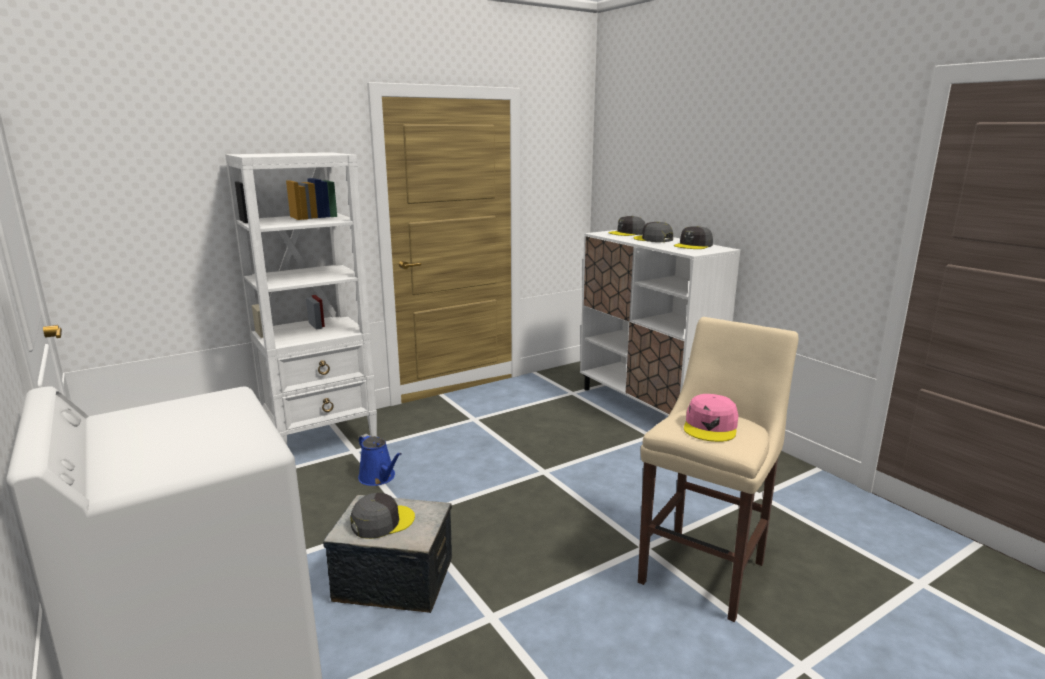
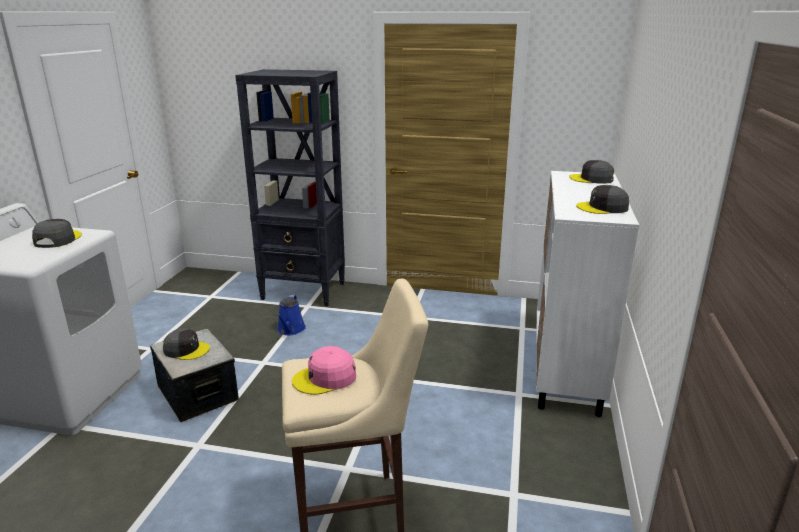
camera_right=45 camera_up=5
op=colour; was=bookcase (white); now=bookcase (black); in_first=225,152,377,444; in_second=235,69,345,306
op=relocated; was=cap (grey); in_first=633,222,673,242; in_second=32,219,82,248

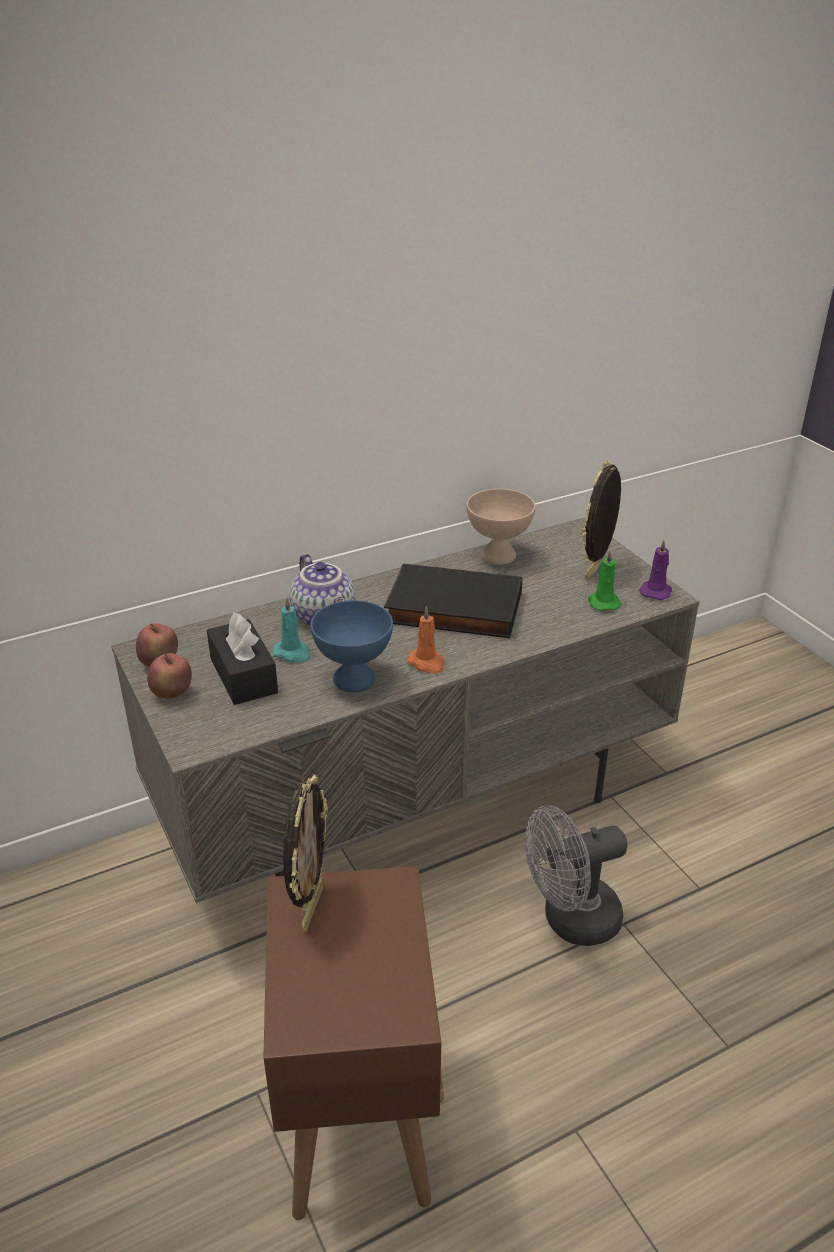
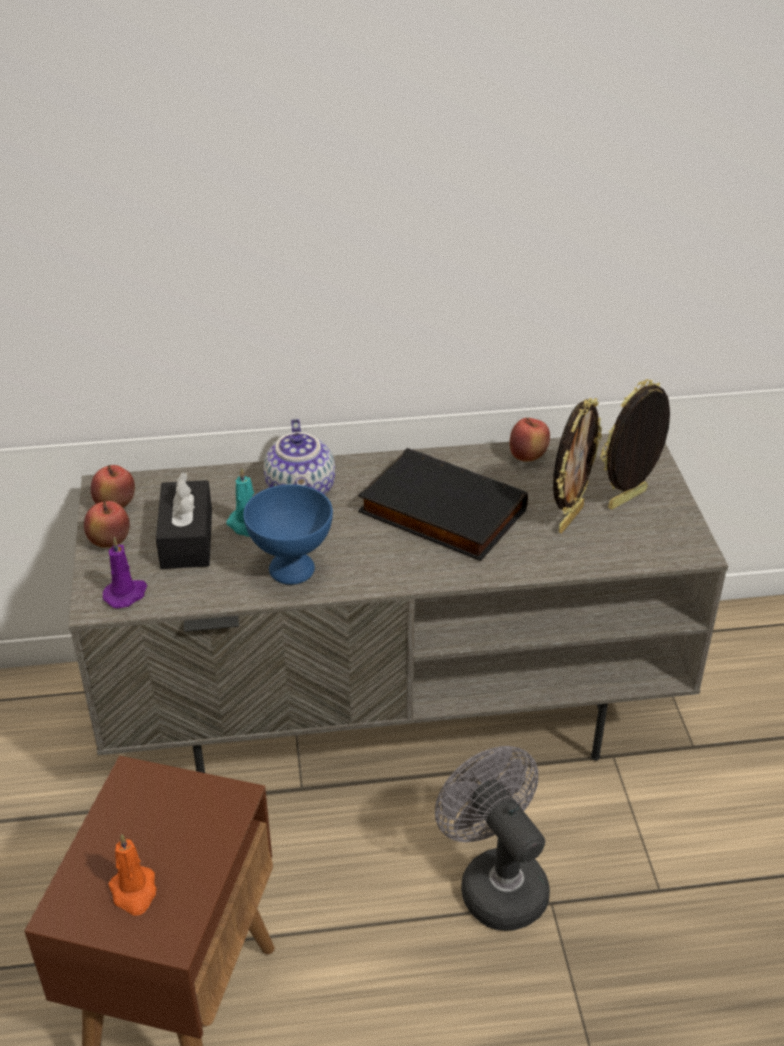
camera_right=20 camera_up=5
op=exchanged; was=bowl (beige); now=apple; in_first=467,489,536,565; in_second=510,418,550,462
op=relocated; was=candle (purple); in_first=639,539,672,600; in_second=103,537,147,609
op=missing; was=candle (green); in_first=588,550,622,611
op=relocated; was=candle (orange); in_first=407,606,444,674; in_second=108,834,156,916
op=relocated; was=picture frame; in_first=283,774,328,933; in_second=553,398,602,533
op=spun; was=fan (grey); in_first=525,805,627,946; in_second=435,746,550,931; clockwise=60

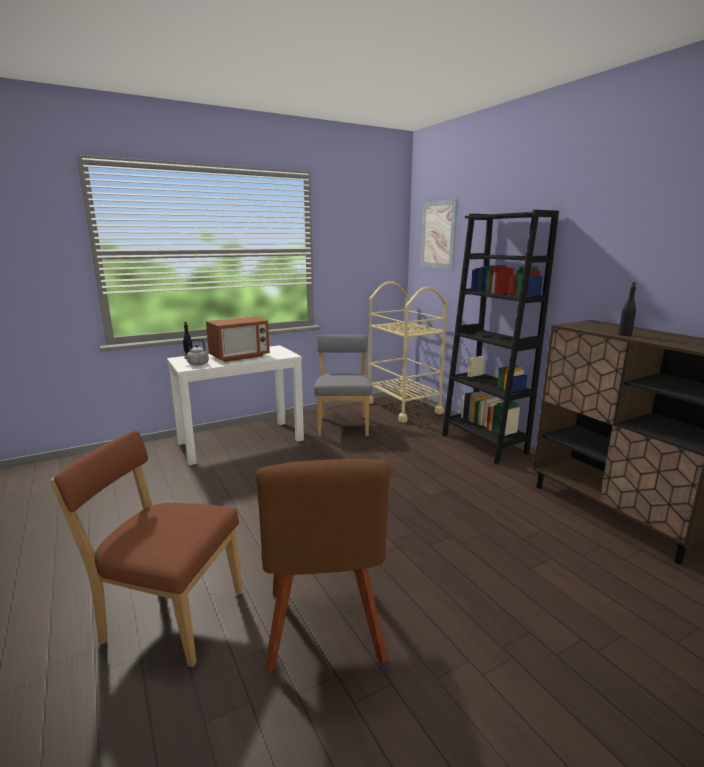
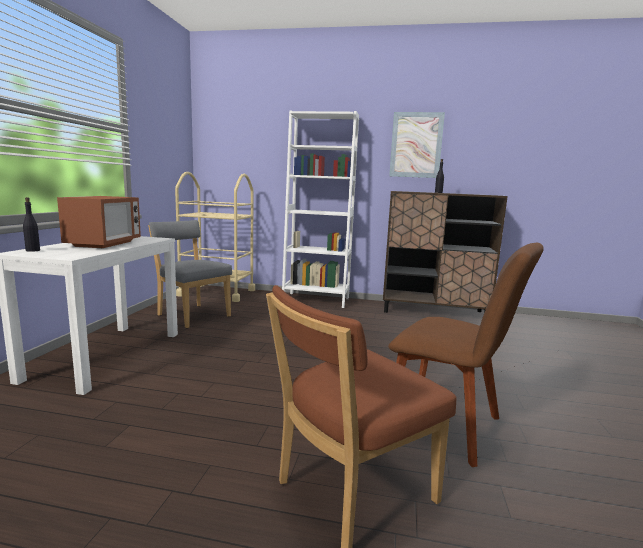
camera_right=-50 camera_up=-5
op=relocated; was=picture; in_first=420,199,458,269; in_second=389,112,445,178
op=colour; was=bookcase (black); now=bookcase (white); in_first=442,210,559,464; in_second=282,111,359,308
op=missing; was=kettle (grey); in_first=181,339,209,365

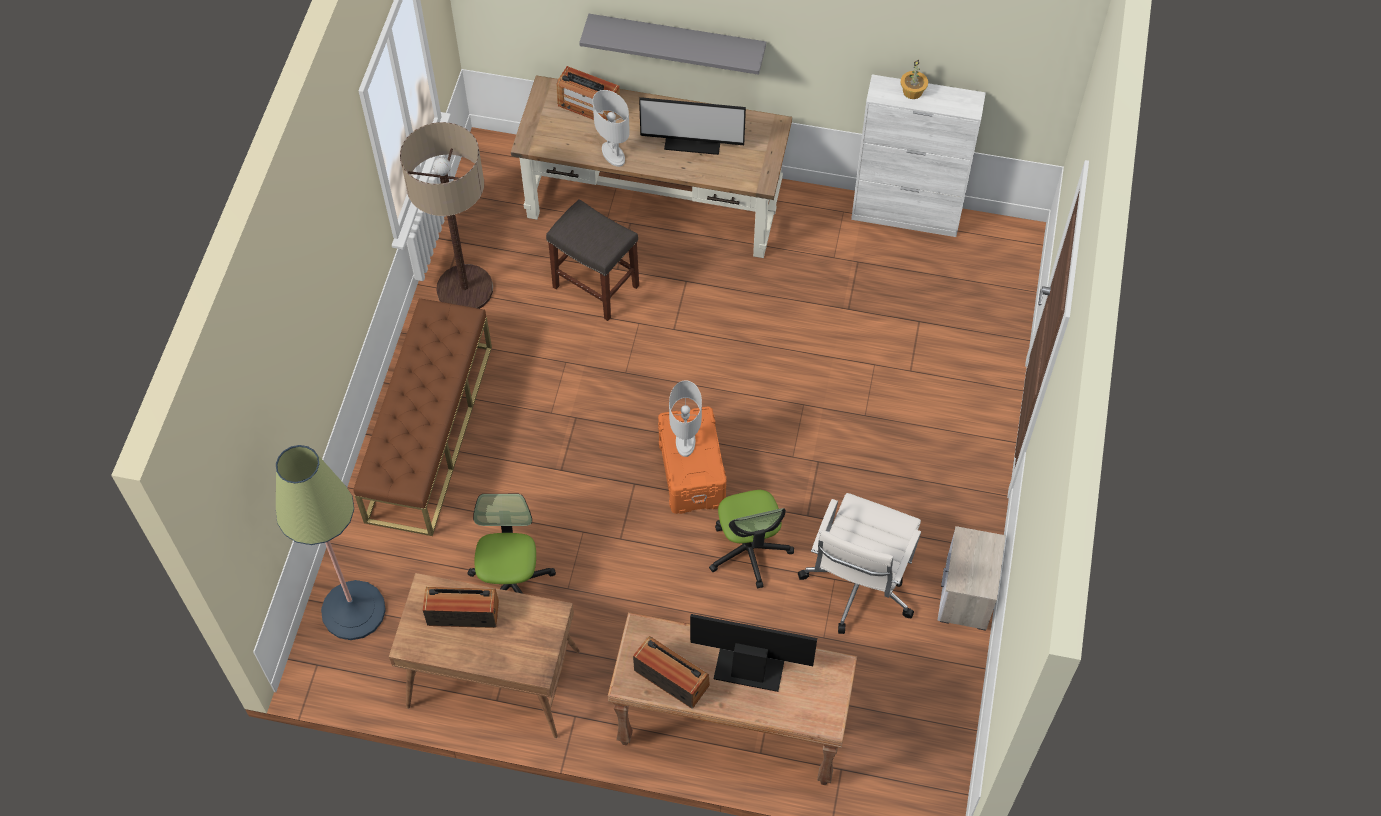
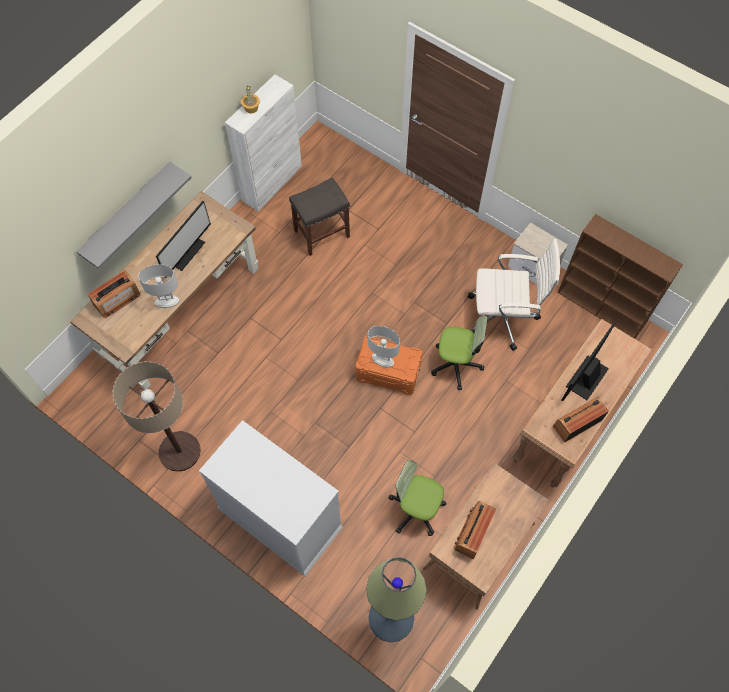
camera_right=-65 camera_up=5
op=relocated; was=stool (grey); in_first=546,199,639,321; in_second=289,177,350,256
op=exchanged; was=bench (brown); now=dresser (white); in_first=353,298,492,536; in_second=199,420,343,577
op=spun; was=office chair (white); in_first=798,493,921,634; in_second=468,239,560,351; clockwise=-45
op=appeared; now=bookcase (brown); in_second=558,214,683,339

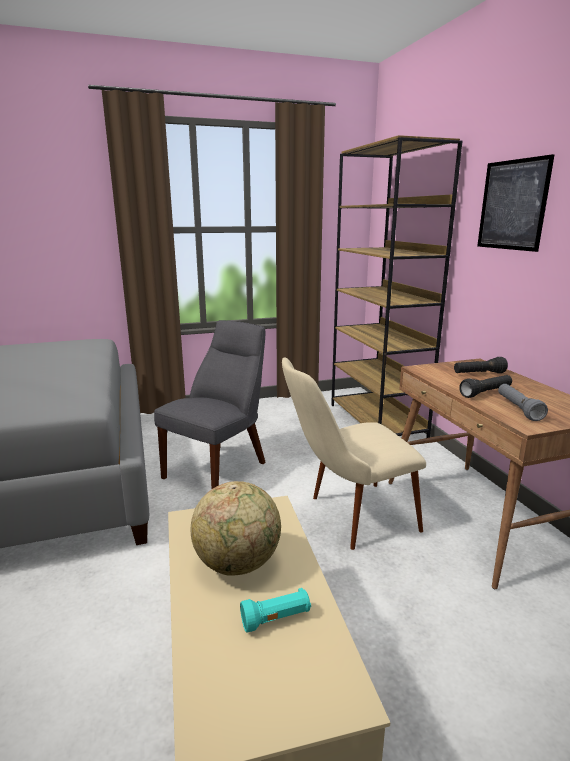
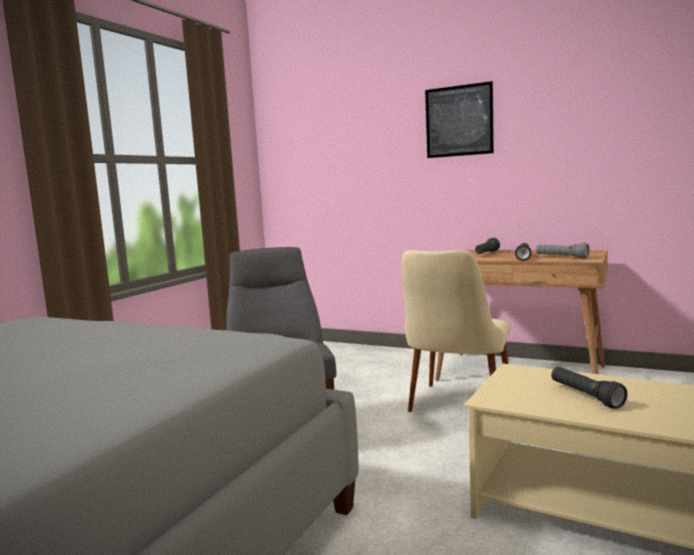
camera_right=-45 camera_up=-10
op=missing; was=bookcase (brown); in_first=331,135,462,438
op=exchanged; was=globe; now=flashlight (black); in_first=191,481,281,576; in_second=551,367,628,409
op=missing; was=flashlight (turquoise); in_first=240,588,311,633

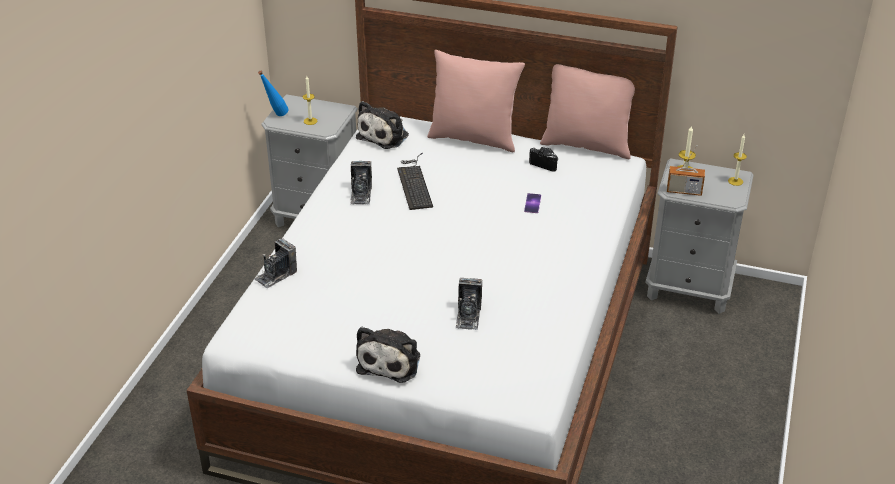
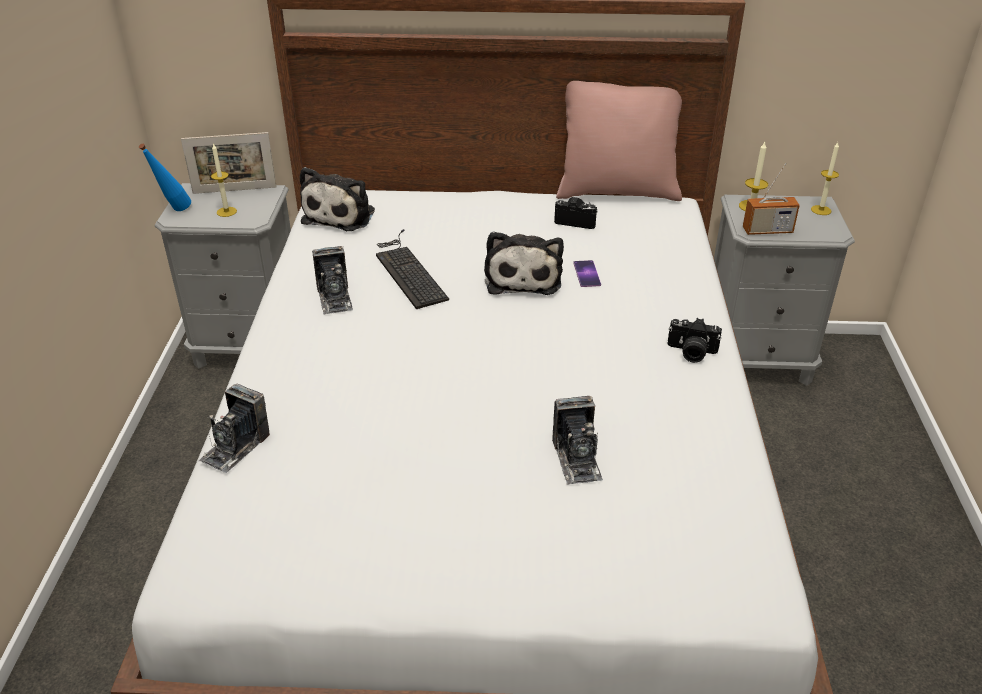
camera_right=-15 camera_up=0
op=missing; was=pillow (pink); in_first=427,50,525,152
op=relocated; was=plush toy; in_first=356,327,420,383; in_second=484,231,564,295
op=appeared; now=picture frame; in_second=181,132,277,194
op=appeared; now=photo camera; in_second=667,318,722,363

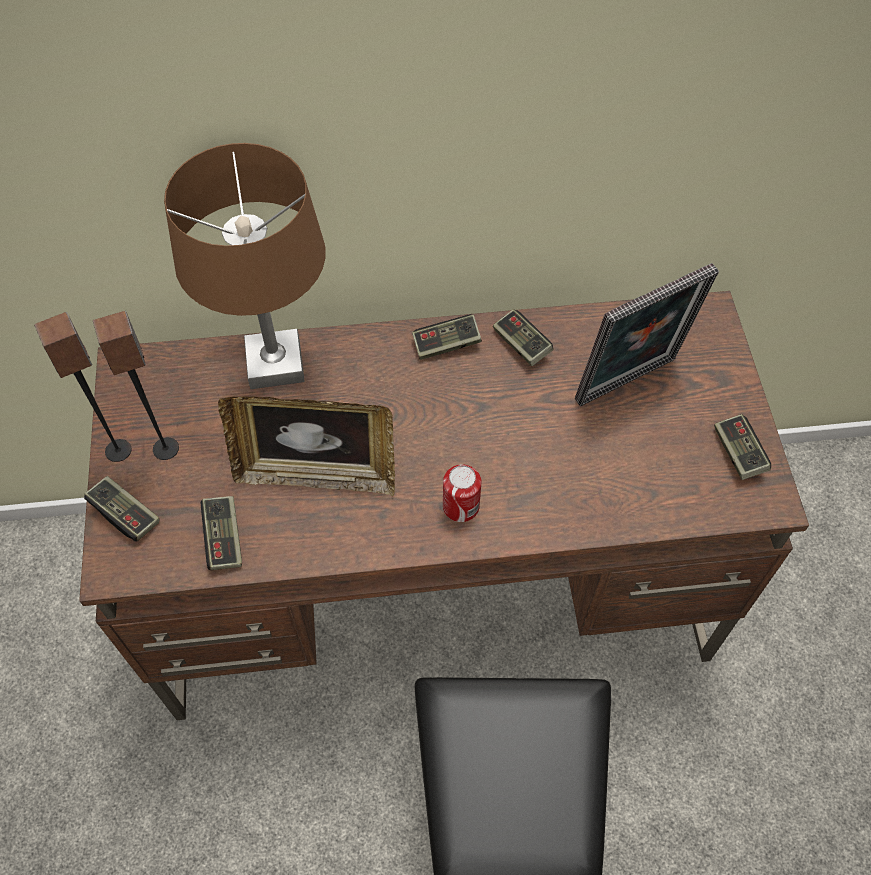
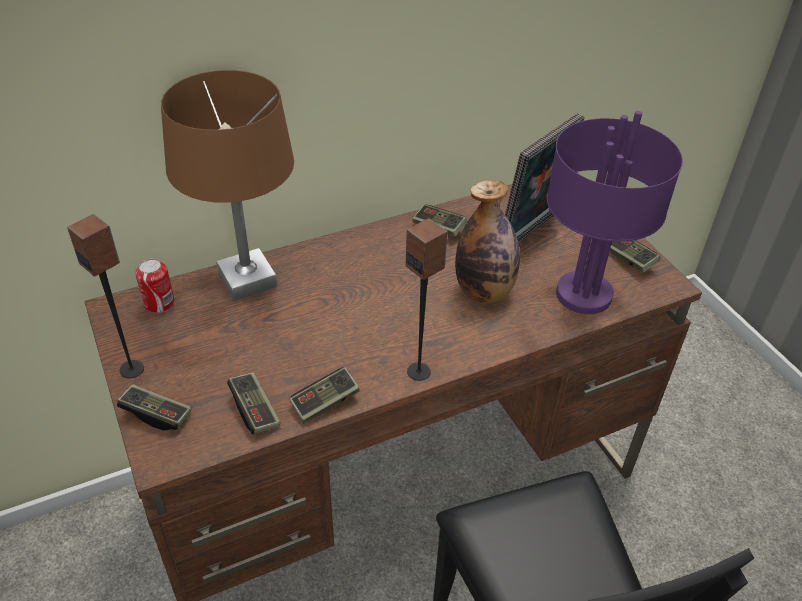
camera_right=-20 camera_up=-15
op=relocated; was=speaker; in_first=93,311,179,460; in_second=406,218,448,381
op=relocated; was=game controller; in_first=412,314,482,360; in_second=290,367,360,423
op=missing; was=picture frame; in_first=218,396,395,496
op=relocated; was=can; in_first=443,464,481,522; in_second=135,259,174,313
op=appeared; now=table lamp (purple); in_second=547,111,683,314
op=appeared; now=bottle; in_second=455,180,520,303

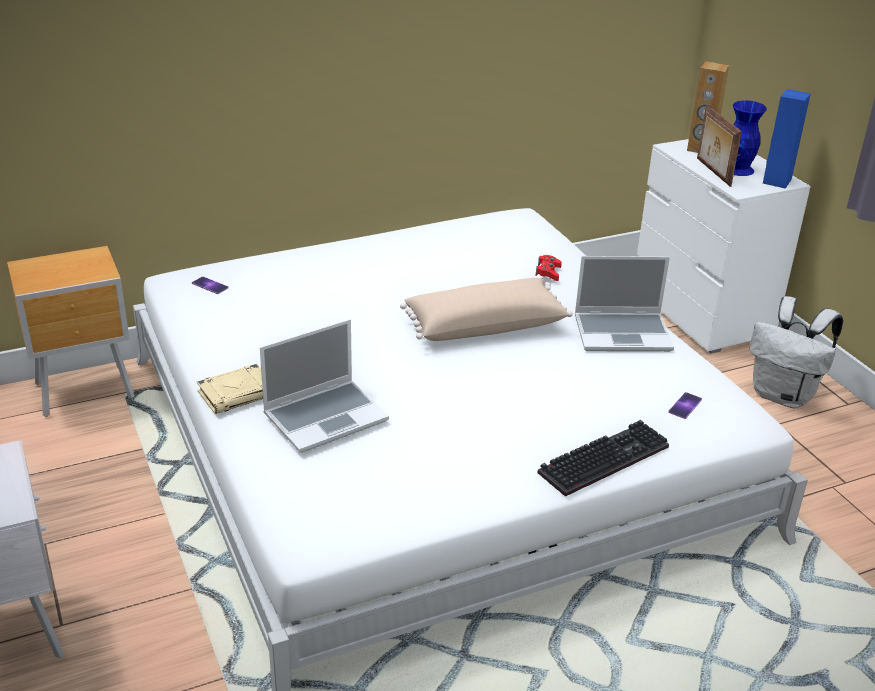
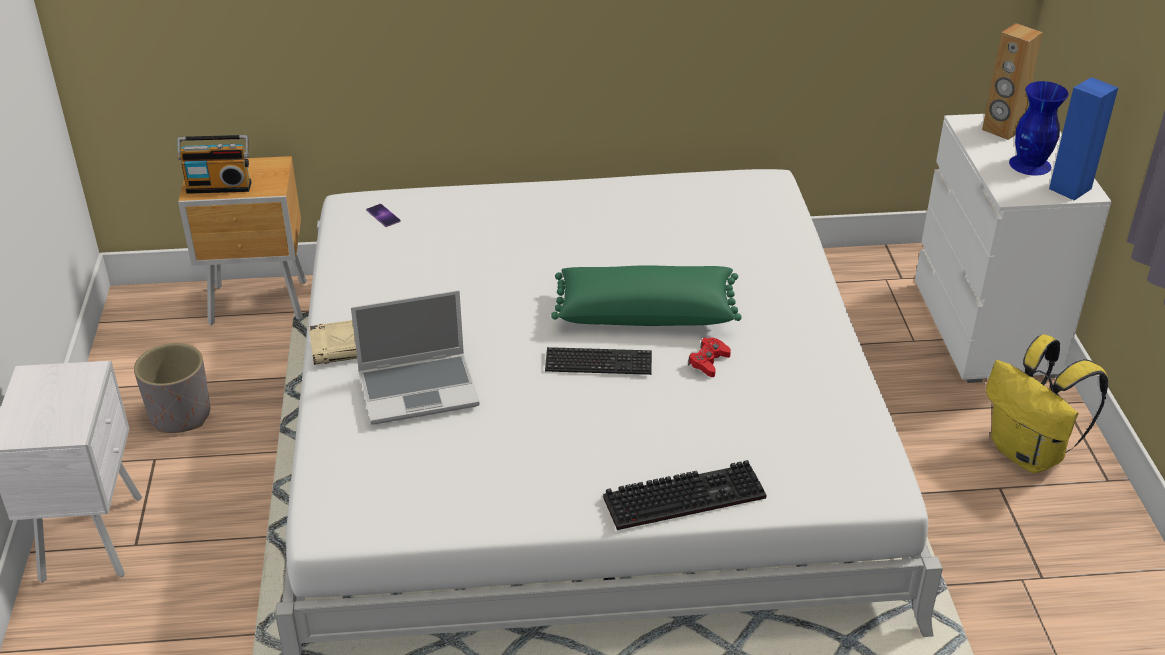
camera_right=20 camera_up=5
op=missing; was=picture frame; in_first=697,105,742,187
op=relocated; was=game controller (red); in_first=535,255,562,281; in_second=688,338,731,377
op=missing; was=laptop; in_first=575,256,674,352
op=colour; was=pillow (beige); now=pillow (green); in_first=400,278,573,341; in_second=551,265,742,326
op=colour; was=backpack (white); now=backpack (yellow); in_first=749,296,843,408; in_second=986,334,1108,473
op=missing; was=phone; in_first=668,392,702,419
op=appeared; now=radio; in_second=177,135,251,194
op=appeared; now=planter (grey); in_second=134,343,210,433
op=appeared; now=keyboard; in_second=545,347,652,375

